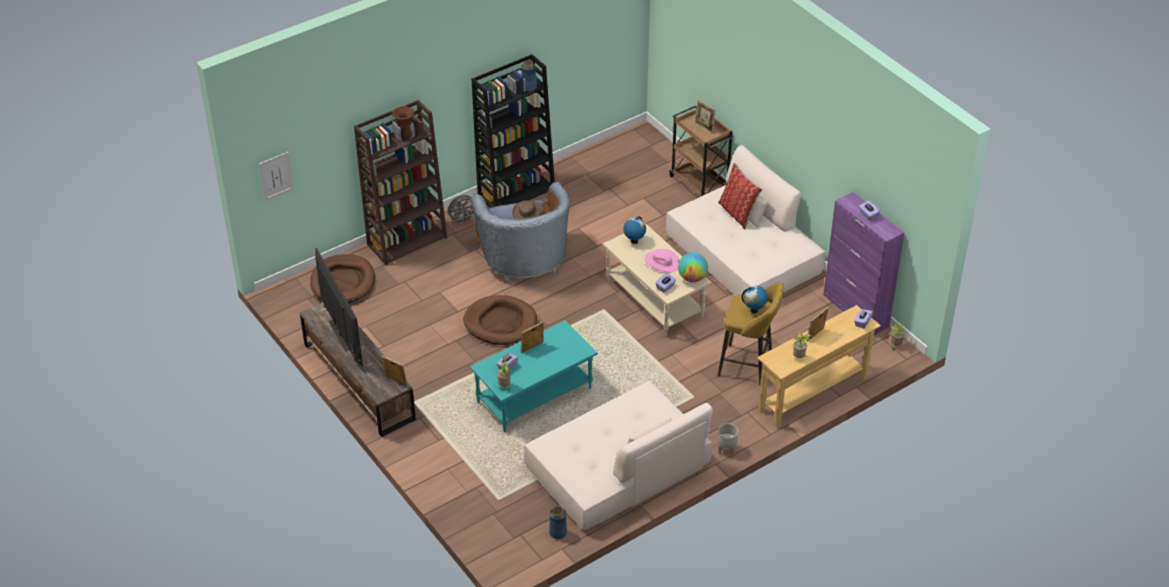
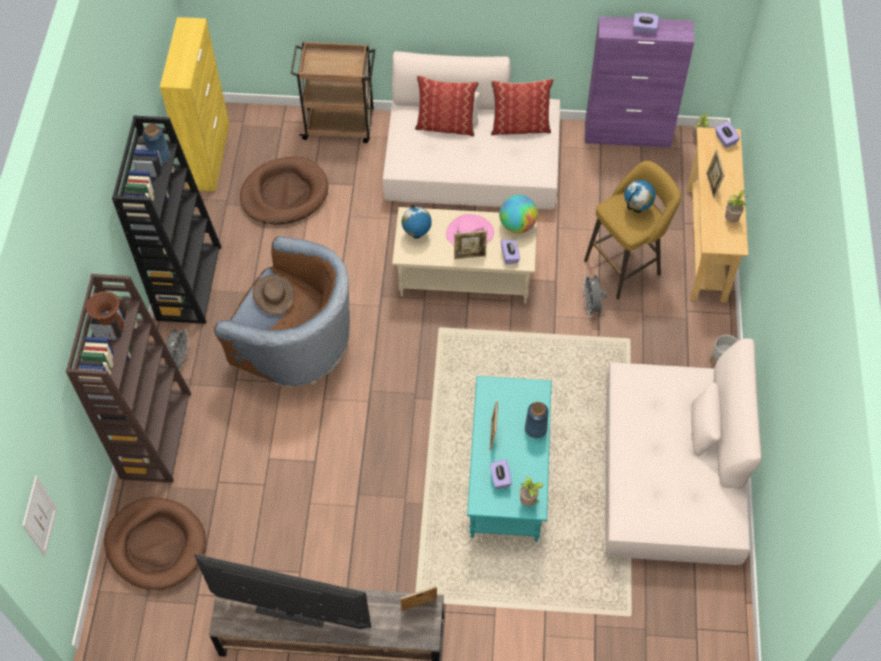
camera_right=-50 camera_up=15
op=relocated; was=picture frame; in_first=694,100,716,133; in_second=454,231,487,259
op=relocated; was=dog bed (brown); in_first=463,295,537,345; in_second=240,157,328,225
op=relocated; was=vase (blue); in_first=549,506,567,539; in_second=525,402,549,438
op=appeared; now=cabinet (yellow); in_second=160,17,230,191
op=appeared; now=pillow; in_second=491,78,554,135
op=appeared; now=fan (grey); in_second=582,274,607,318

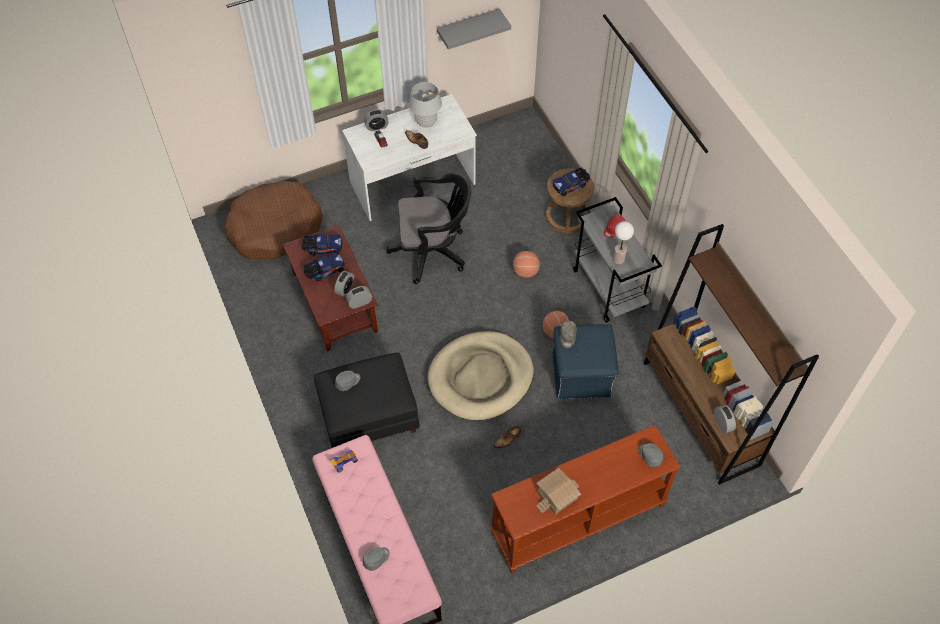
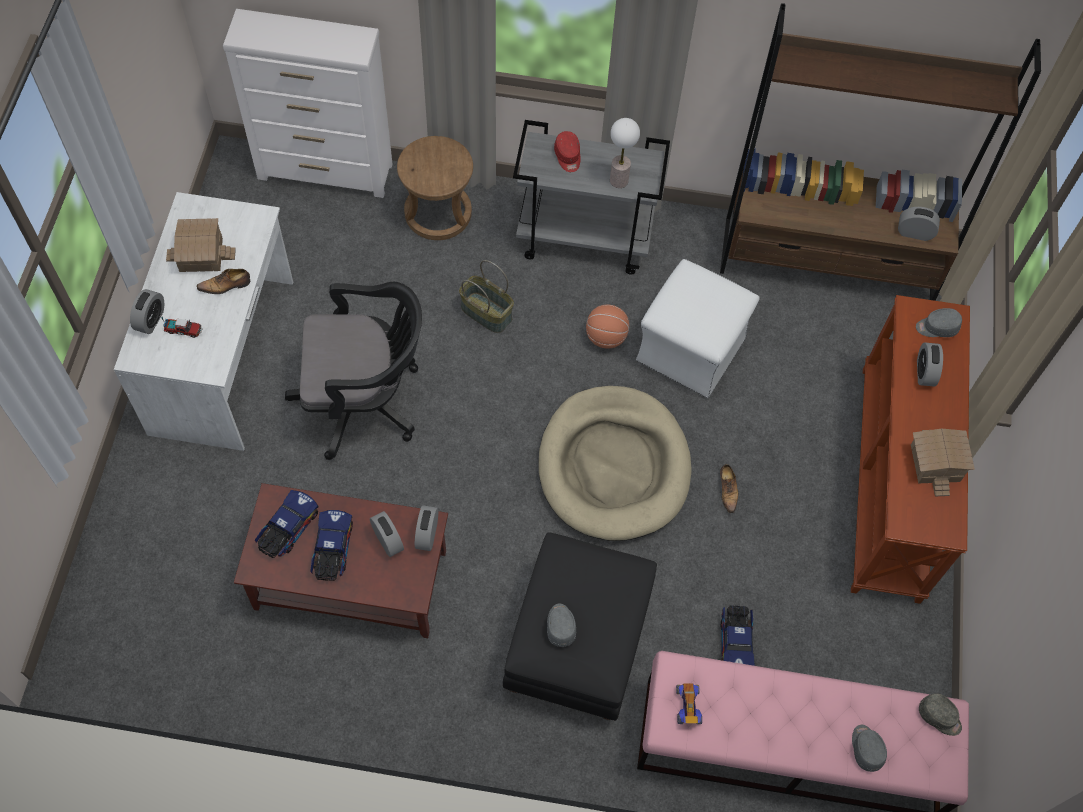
camera_right=-60 camera_up=5
op=missing; was=shelf (grey); in_first=437,8,511,49
op=exchanged; was=table lamp (white); now=toy house; in_first=409,82,442,128; in_second=166,218,236,272
op=relocated; was=toy truck; in_first=552,167,590,196; in_second=721,605,755,666
op=spun; was=office chair (black); in_first=386,172,471,284; in_second=285,282,422,460; clockwise=60
op=missing; was=dog bed (brown); in_first=224,181,323,260
op=exchanged; was=basketball; now=basket; in_first=513,251,540,278; in_second=459,260,514,333
op=relocated; was=cap (grey); in_first=560,321,577,348; in_second=919,693,962,736
op=colour; was=ottoman (blue); now=ottoman (white); in_first=552,324,619,400; in_second=636,259,760,398
op=appeared; now=dresser (white); in_second=223,9,392,198
op=appeared; now=alarm clock; in_second=917,342,943,387

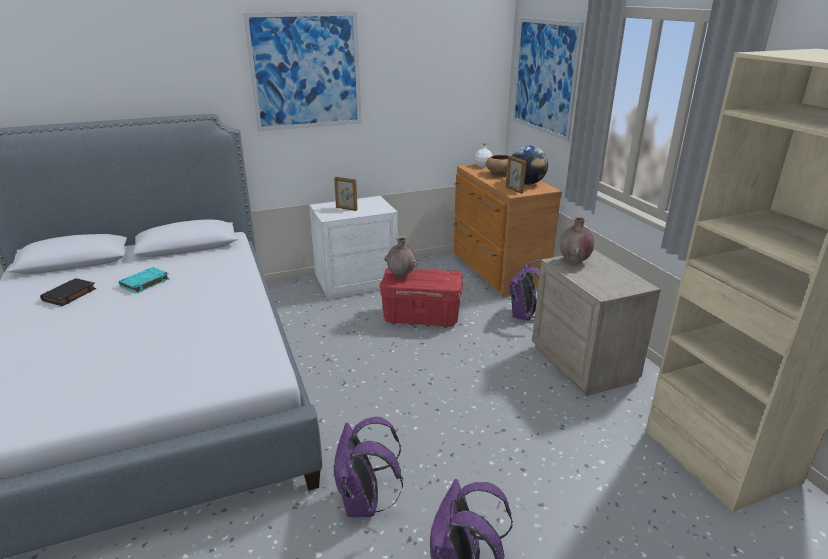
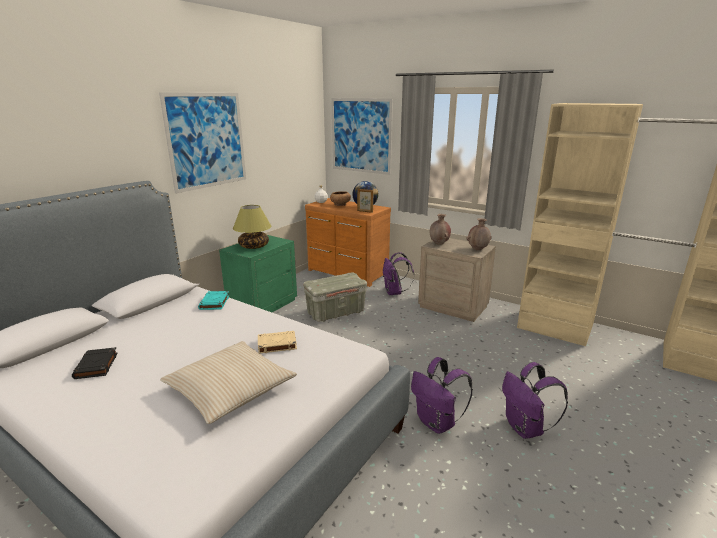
camera_right=-35 camera_up=-5
op=exchanged; was=picture frame; now=table lamp; in_first=334,177,358,211; in_second=233,205,272,249
op=colour; was=nightstand (white); now=nightstand (green); in_first=309,196,398,299; in_second=219,235,297,312
op=relocated; was=vase (brown); in_first=385,236,418,277; in_second=467,218,492,250
op=relocated; was=book (turquoise); in_first=119,267,170,293; in_second=198,291,229,310
op=colour; was=storage box (red); now=storage box (grey); in_first=380,268,463,328; in_second=303,273,367,322
op=appeared; now=book (beige); in_second=258,331,297,353
op=appeared; now=pillow (beige); in_second=160,341,297,424

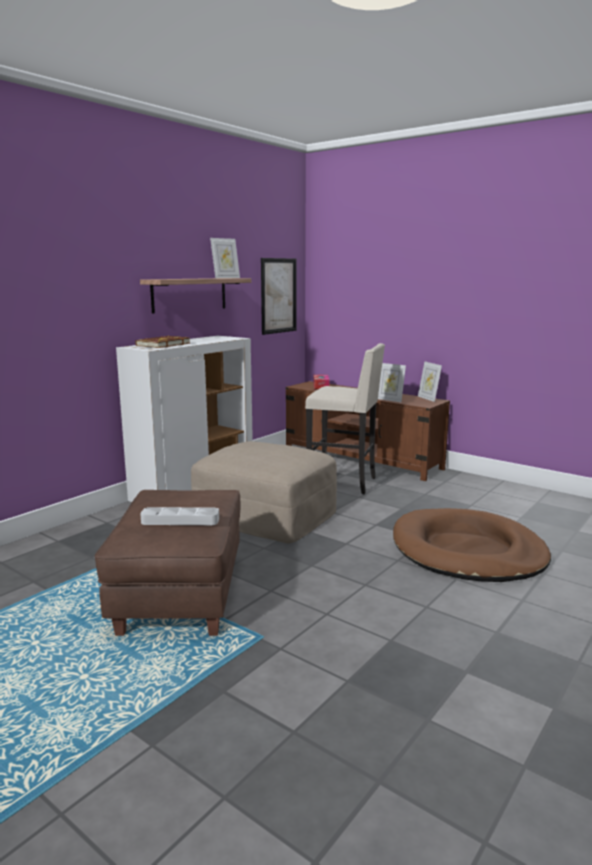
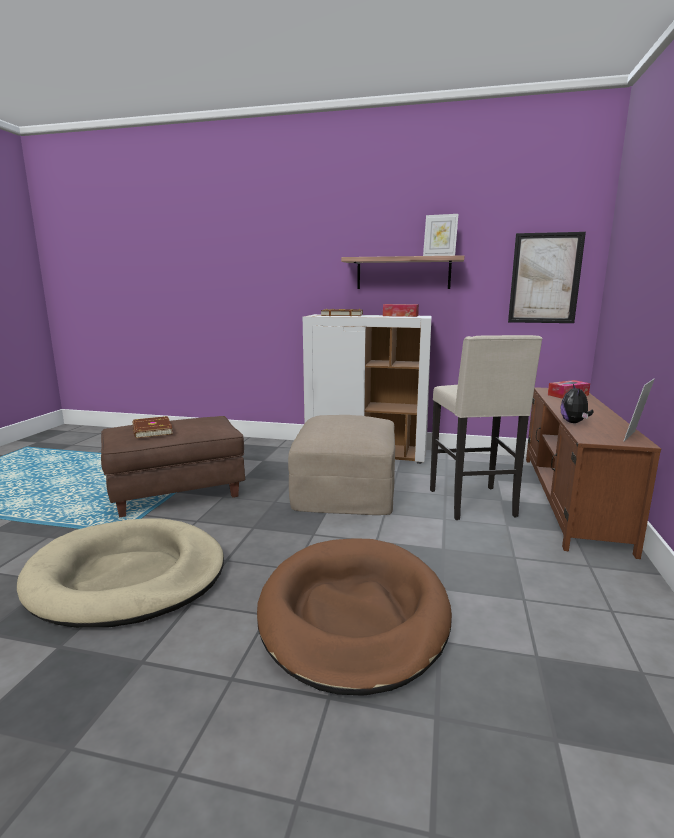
camera_right=65 camera_up=0
op=exchanged; was=picture frame; now=plush toy; in_first=378,363,406,402; in_second=560,384,594,423
op=exchanged; was=tray (grey); now=book (brown); in_first=140,507,219,525; in_second=133,416,173,438
op=appeared; now=tissue box; in_second=383,304,419,317
op=appeared; now=dog bed (beige); in_second=17,518,224,628

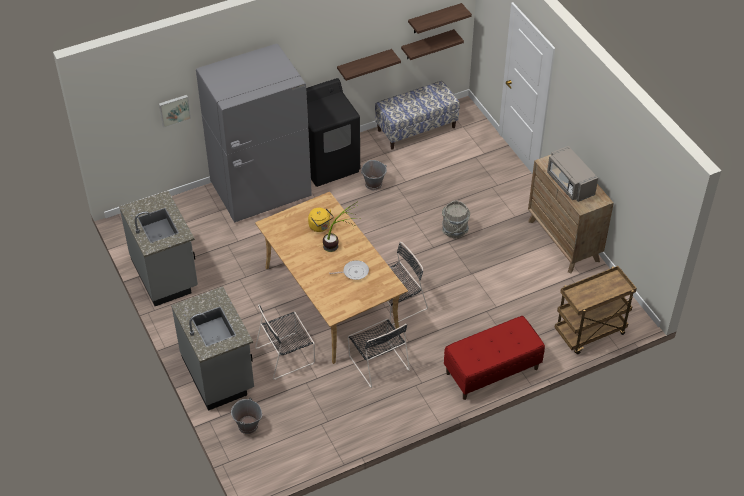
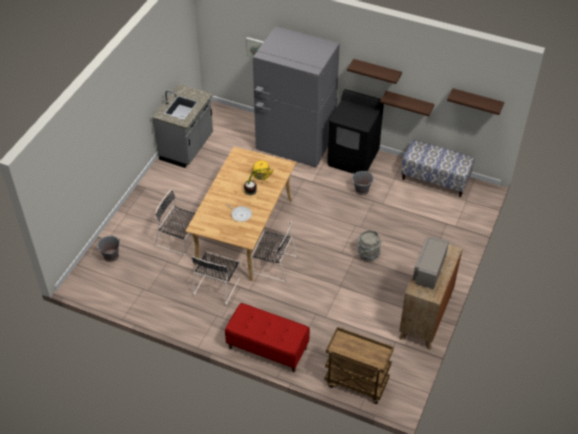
camera_right=50 camera_up=0
op=relocated; was=shelf; in_first=401,29,464,60; in_second=347,59,402,84
op=missing; was=counter (grey); in_first=171,286,254,411

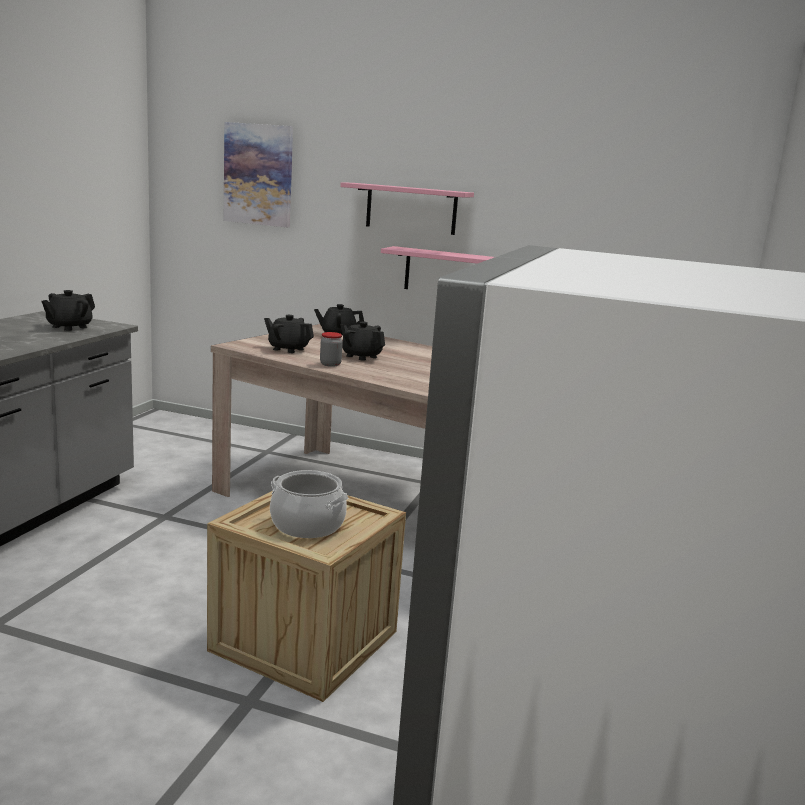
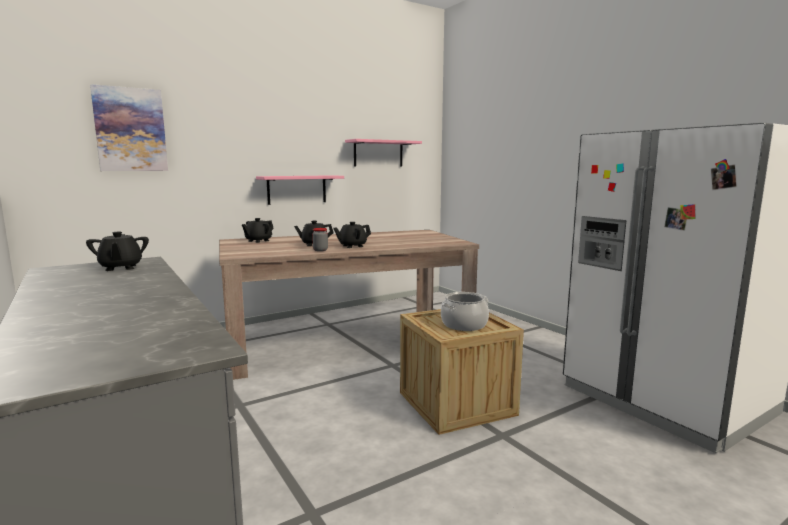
camera_right=-50 camera_up=-5
op=relocated; was=shelf (pink); in_first=340,182,474,235; in_second=345,139,422,167
op=relocated; was=teapot (black); in_first=264,315,314,353; in_second=333,222,371,248

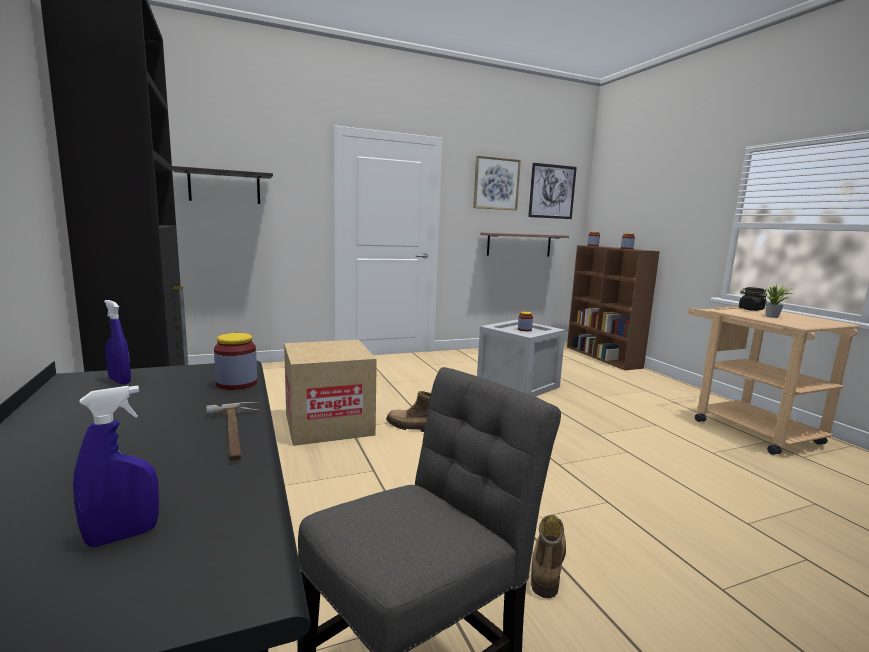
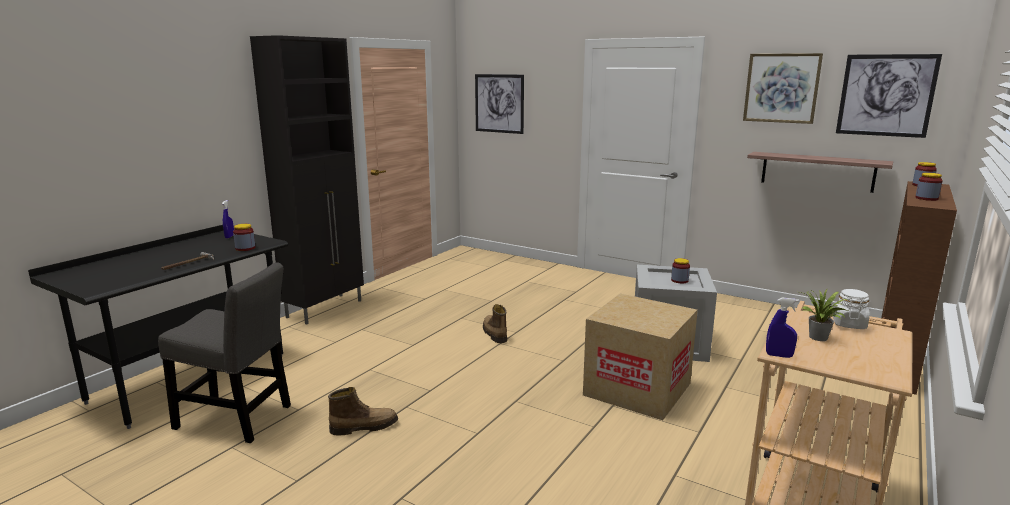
camera_right=55 camera_up=5
op=exchanged; was=shelf; now=picture; in_first=172,166,273,204; in_second=475,74,524,134
op=colour; was=jar (black); now=jar (white); in_first=739,287,767,311; in_second=833,289,870,329
op=relocated; was=cardboard box; in_first=284,340,377,446; in_second=583,293,698,420
op=relocated; was=spray bottle (blue); in_first=73,385,159,547; in_second=766,298,799,358

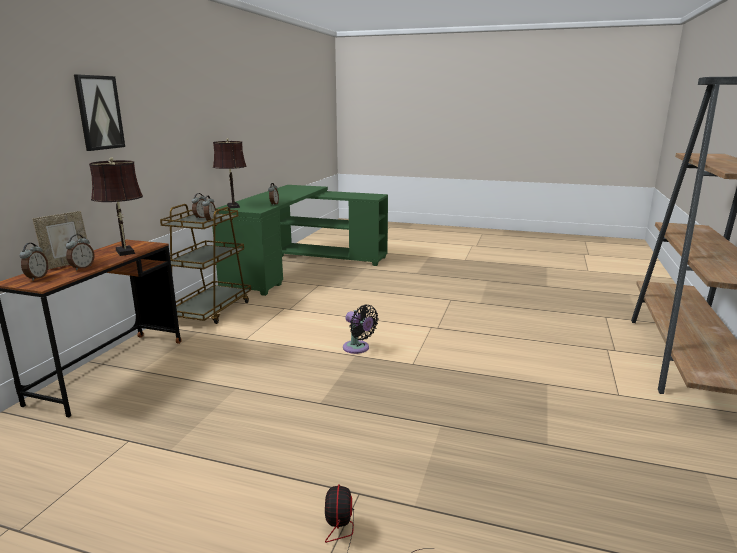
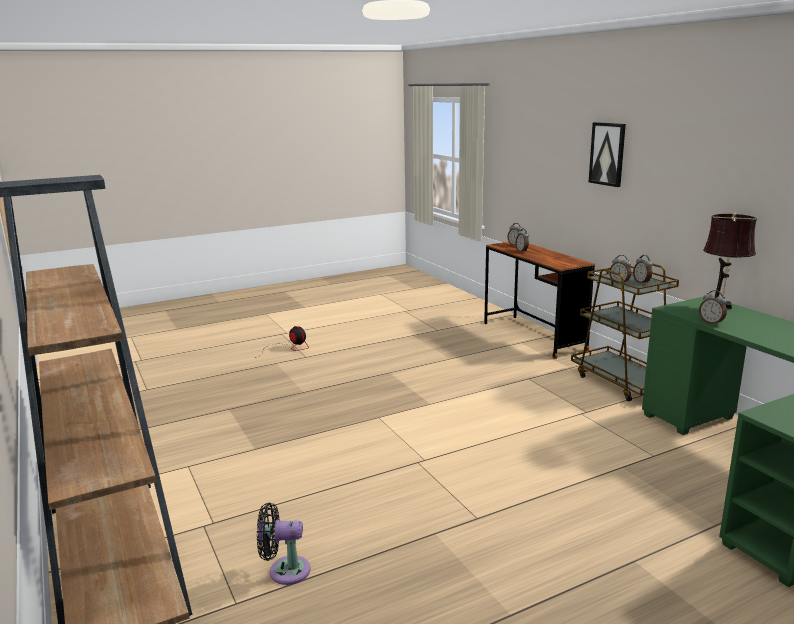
camera_right=135 camera_up=0
op=missing; was=table lamp (brown); in_first=89,157,143,256
op=missing; was=picture frame; in_first=32,211,87,270
op=relocated; was=fan (black); in_first=343,305,379,354; in_second=257,503,311,585

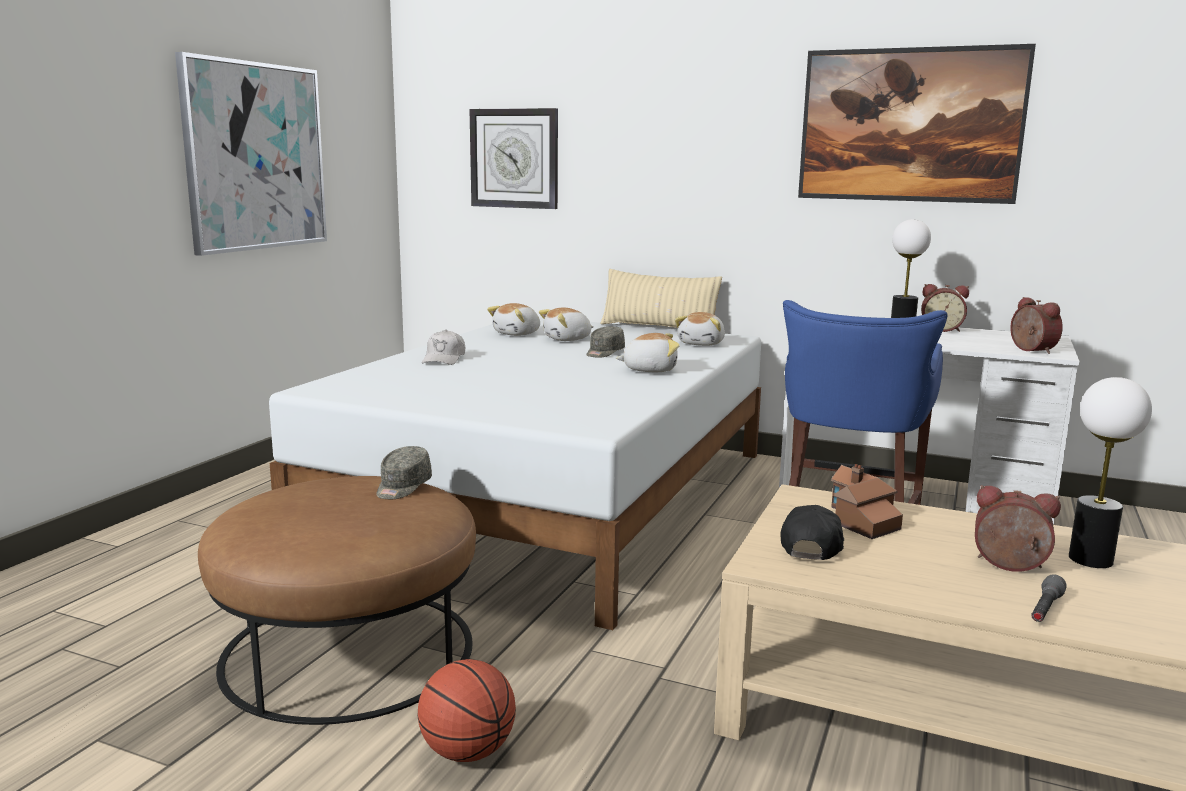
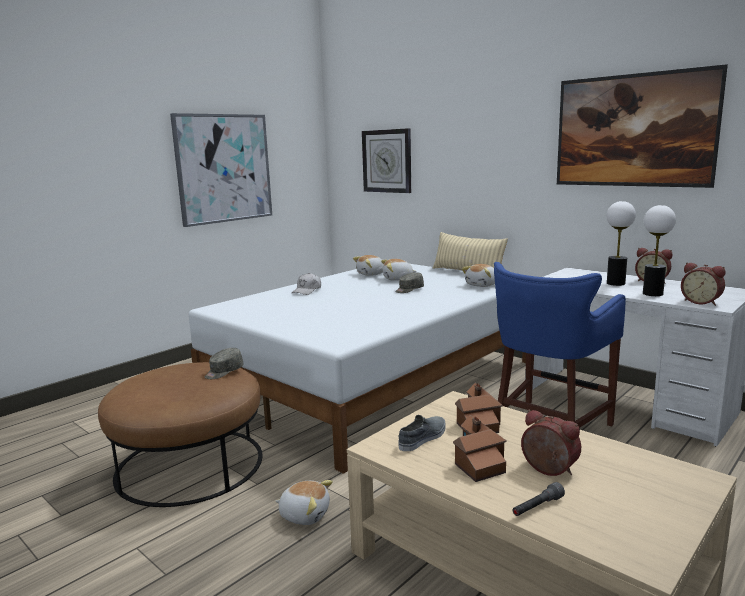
camera_right=20 camera_up=0
op=spun; was=alarm clock; in_first=1010,297,1063,354; in_second=681,263,726,306; clockwise=135
op=relocated; was=plush toy; in_first=616,333,680,372; in_second=275,480,333,525
op=relocated; was=table lamp; in_first=1069,377,1152,568; in_second=643,205,676,296
op=exchanged; was=cap (black); now=shoe (grey); in_first=781,505,844,560; in_second=398,415,446,451
op=missing; was=basketball; in_first=417,659,516,762
op=appeared; now=toy house; in_second=453,415,507,482

